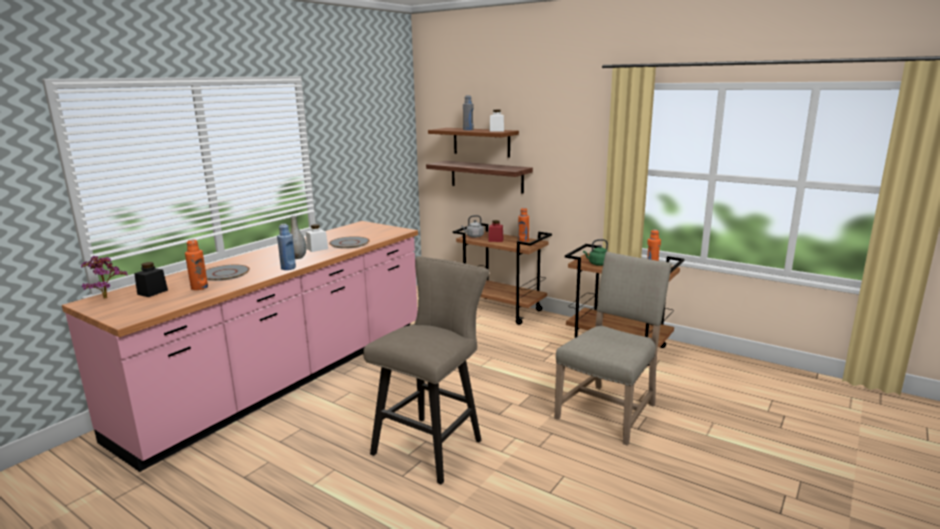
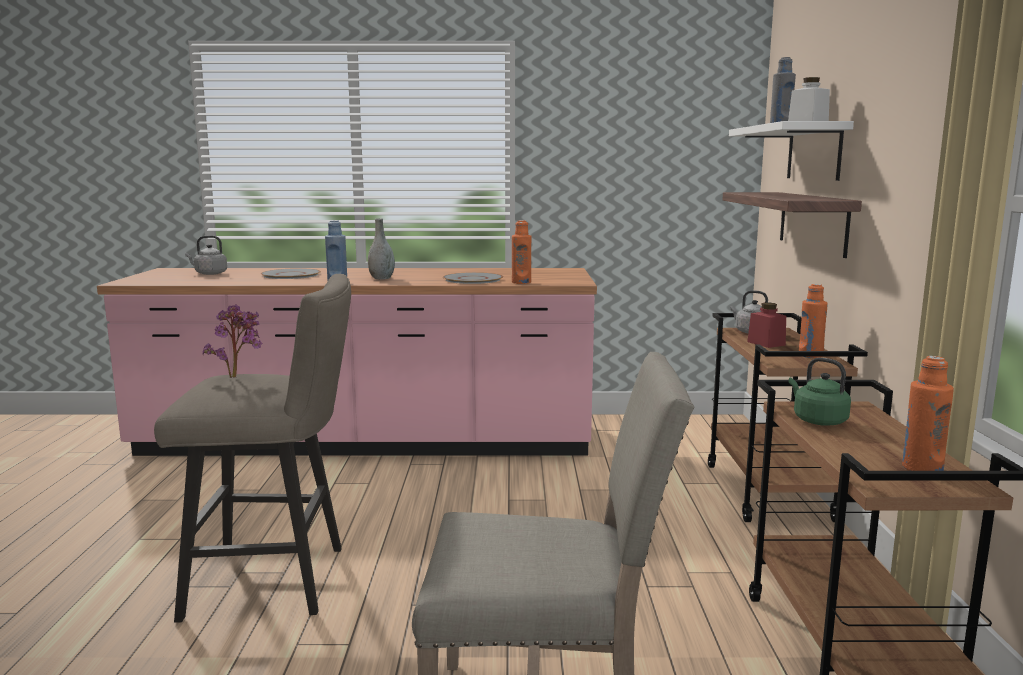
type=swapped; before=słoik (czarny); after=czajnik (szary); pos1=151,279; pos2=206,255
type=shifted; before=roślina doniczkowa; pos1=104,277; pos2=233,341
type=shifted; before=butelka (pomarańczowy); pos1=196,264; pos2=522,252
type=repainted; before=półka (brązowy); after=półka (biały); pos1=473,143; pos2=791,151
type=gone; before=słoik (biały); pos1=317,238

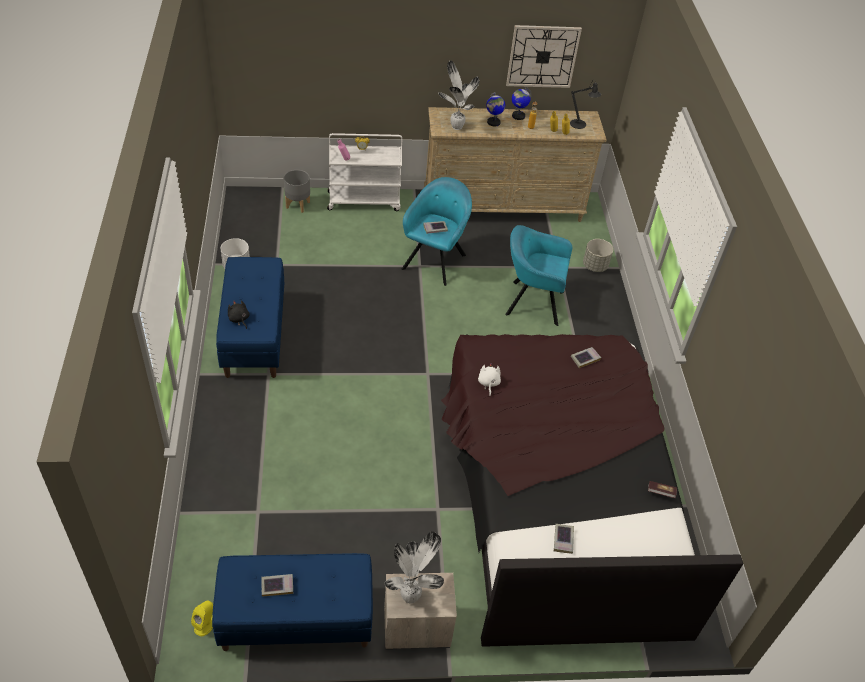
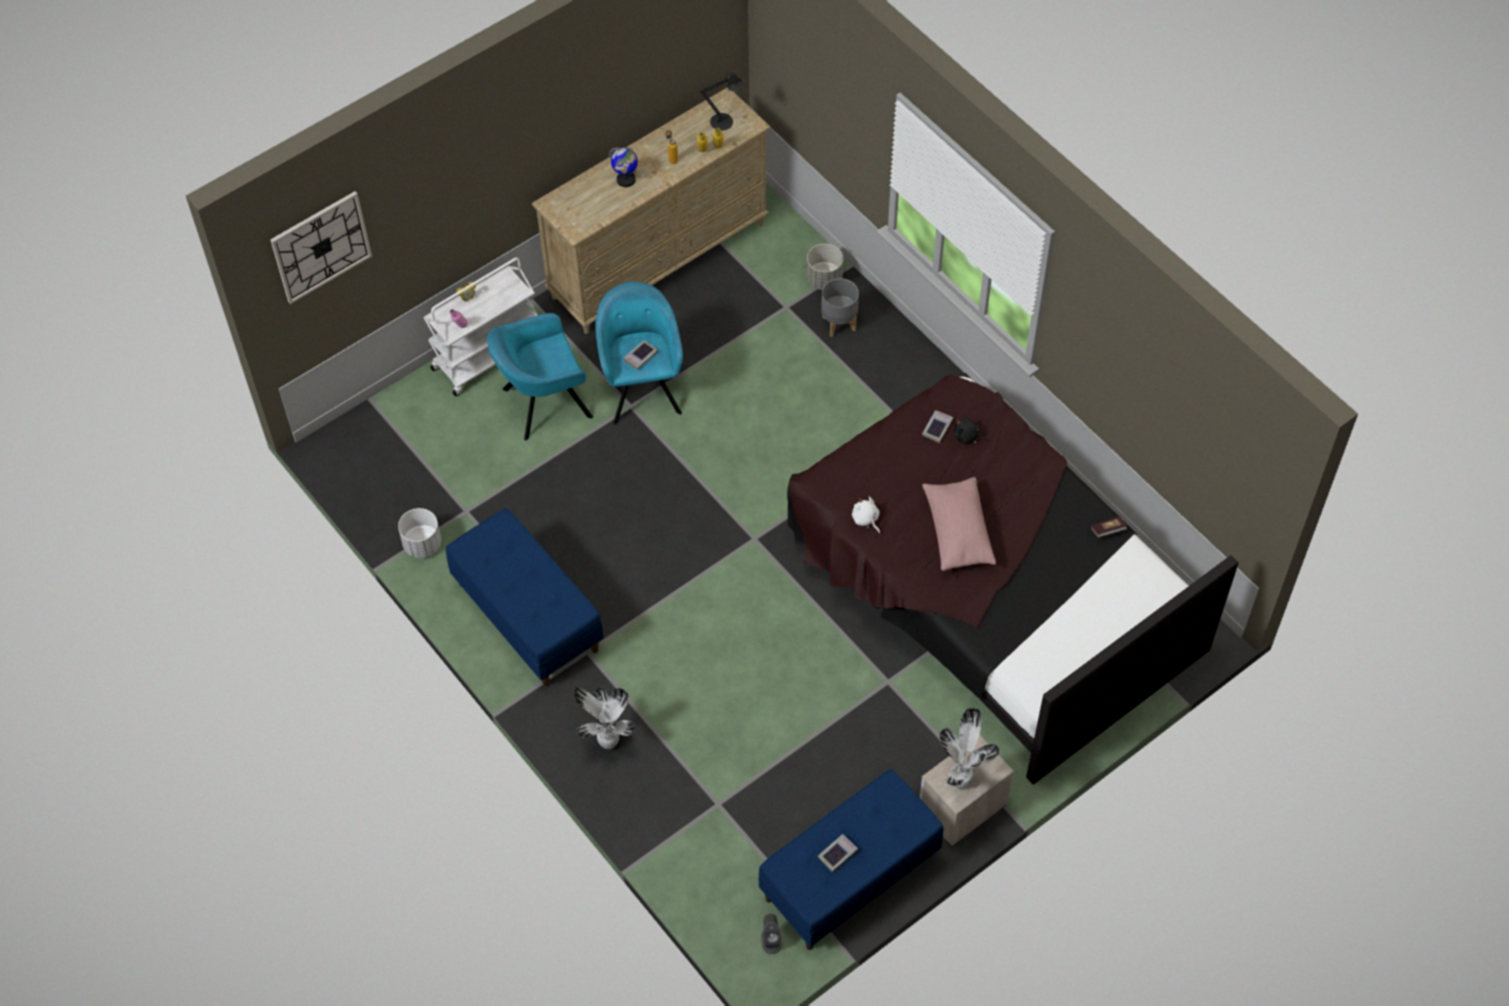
type=shifted; before=zegar ścienny; pos1=544,56; pos2=321,247
type=shifted; before=fotel (turkusowy); pos1=538,275; pos2=540,377
type=shifted; before=roślina doniczkowa; pos1=459,95; pos2=604,718
type=repainted; before=głośnik (żółty); after=głośnik (szary); pos1=202,618; pos2=771,934
type=shifted; before=donica (szary); pos1=297,191; pos2=840,307
type=new; after=poduszka (różowy); pos2=959,524
type=shifted; before=pluszak (czarny); pos1=239,314; pos2=971,429
type=gone; before=globus; pos1=522,103
type=gone; before=książka; pos1=564,539

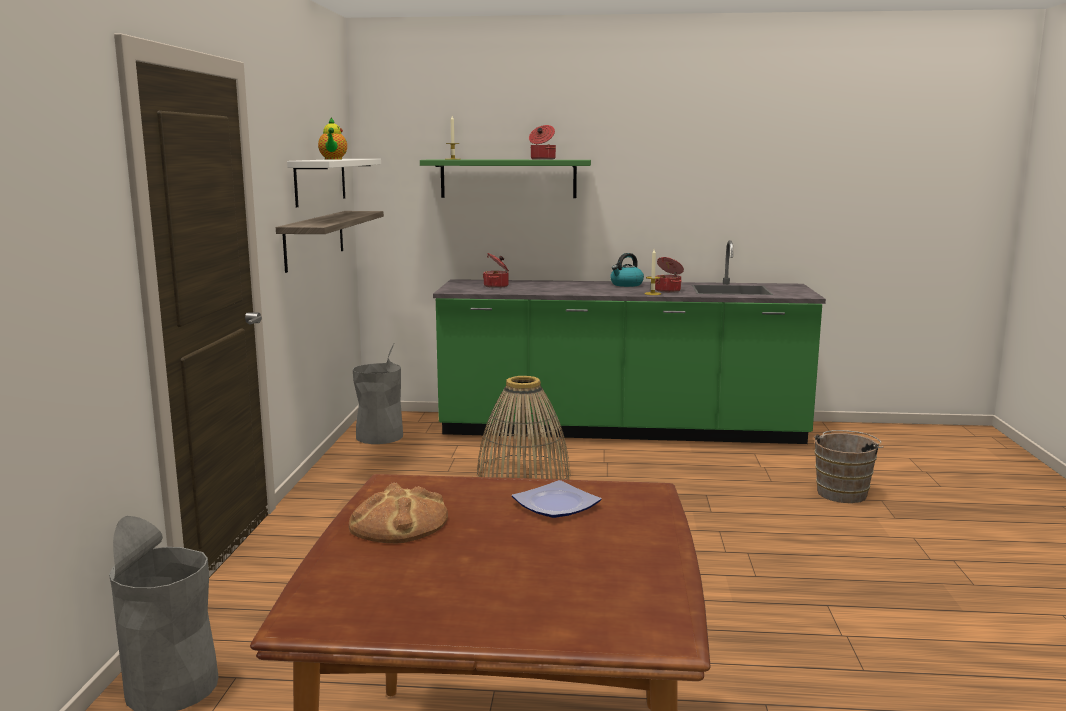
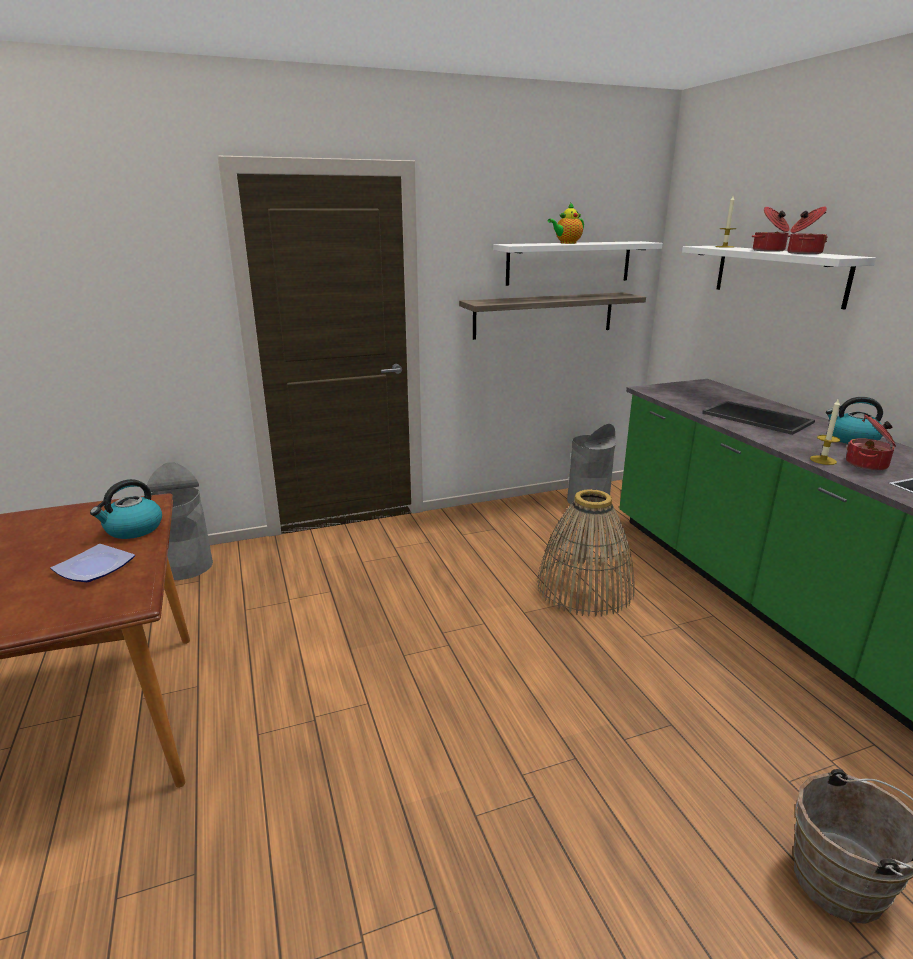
type=new; after=czajnik; pos2=126,509
type=repainted; before=półka (zielony); after=półka (biały); pos1=505,179; pos2=779,278
type=new; after=taca; pos2=758,418
type=shifted; before=garnek; pos1=496,270; pos2=771,229
type=gone; before=chleb; pos1=398,513

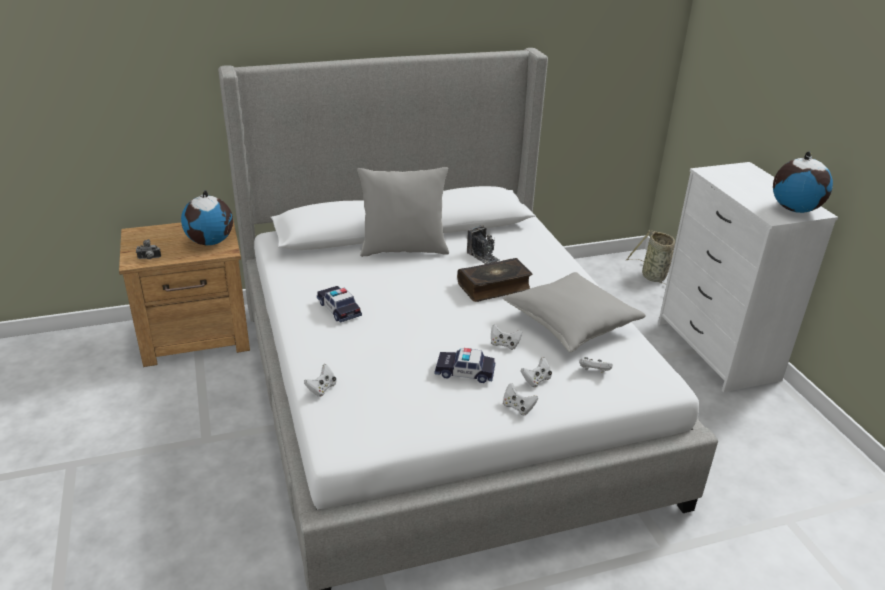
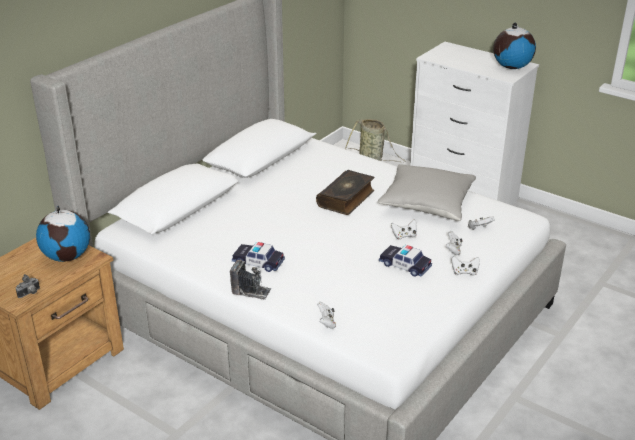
type=shifted; before=aparat fotograficzny; pos1=483,244; pos2=250,280
type=rotated; before=samochodzik; pos1=465,365; pos2=405,261; turn=60
type=gone; before=poduszka (szary); pos1=403,212

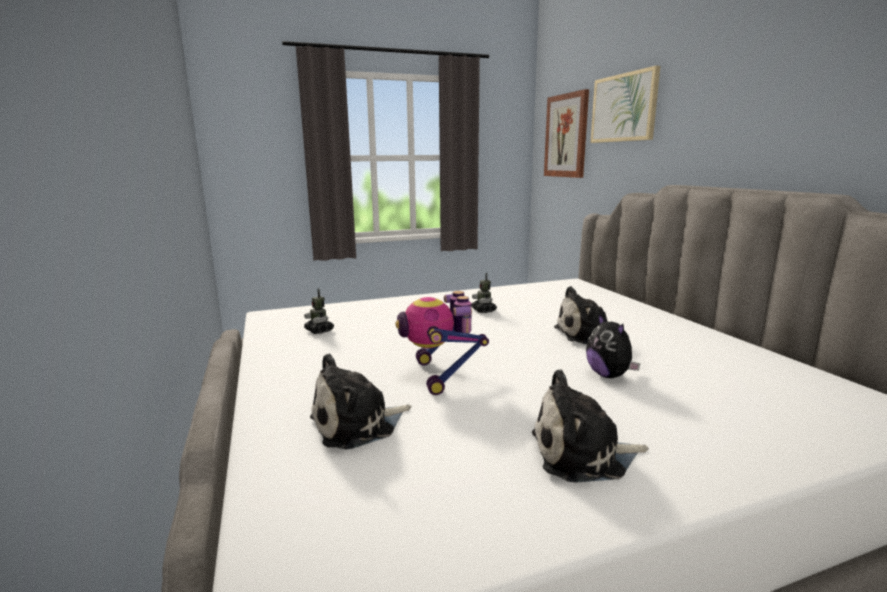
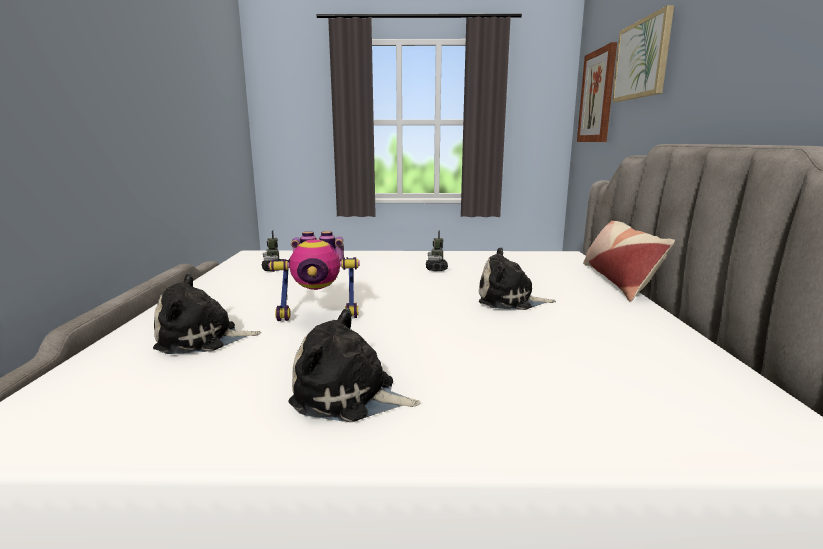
type=rotated; before=robot zabawkowy; pos1=442,343; pos2=314,276; turn=-105
type=new; after=poduszka; pos2=629,261
type=gone; before=pluszak; pos1=613,346

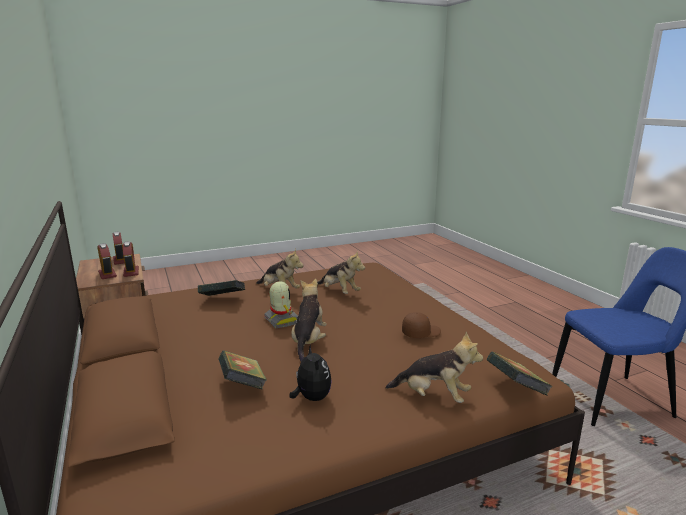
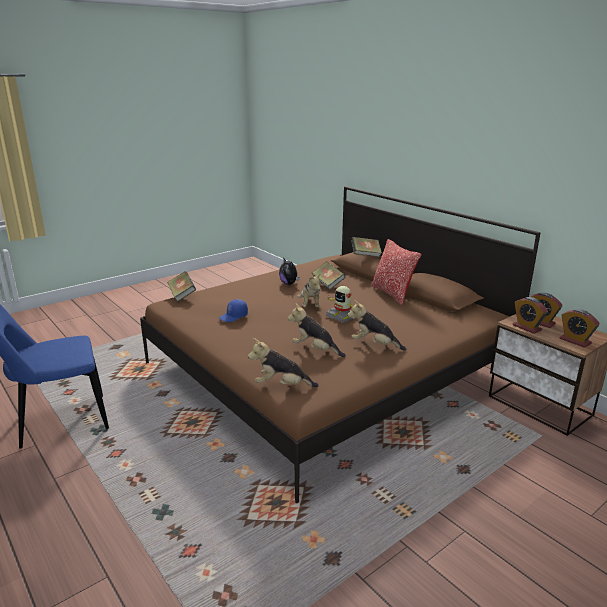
type=repainted; before=czapka z daszkiem (brązowy); after=czapka z daszkiem (niebieski); pos1=421,325; pos2=233,310
type=shifted; before=pluszak; pos1=434,367; pos2=283,362
type=shifted; before=książka; pos1=221,288; pos2=366,247
type=new; after=poduszka; pos2=396,272

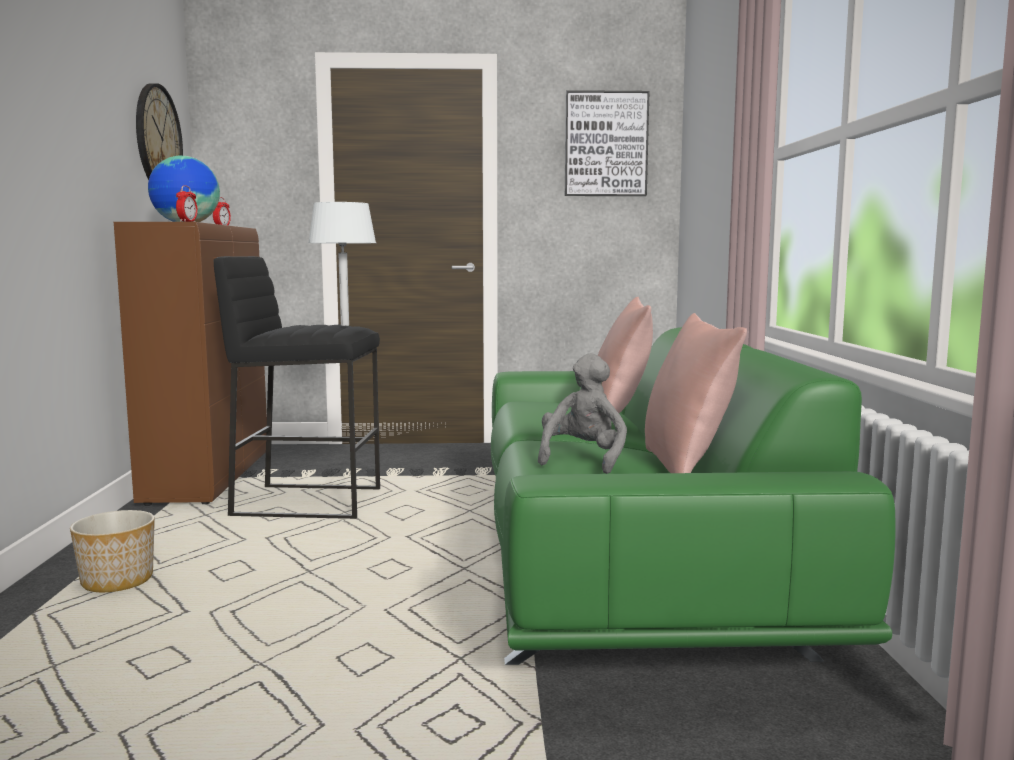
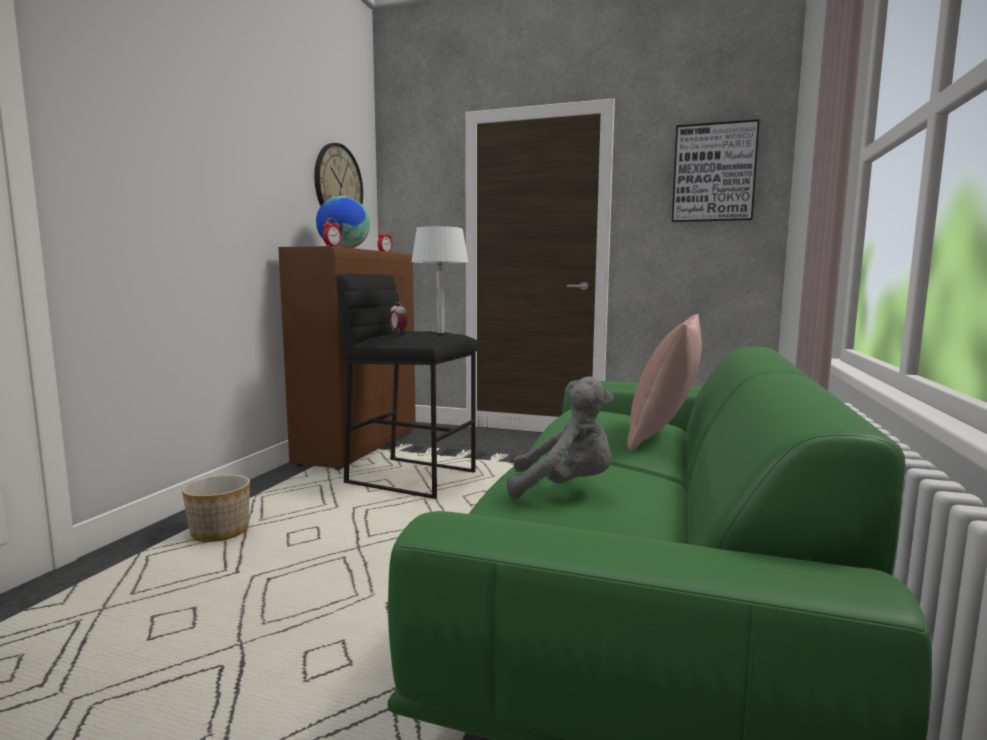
type=new; after=budzik; pos2=398,317
type=rotated; before=pluszak (szary); pos1=582,413; pos2=560,437; turn=60
type=gone; before=poduszka (różowy); pos1=696,393

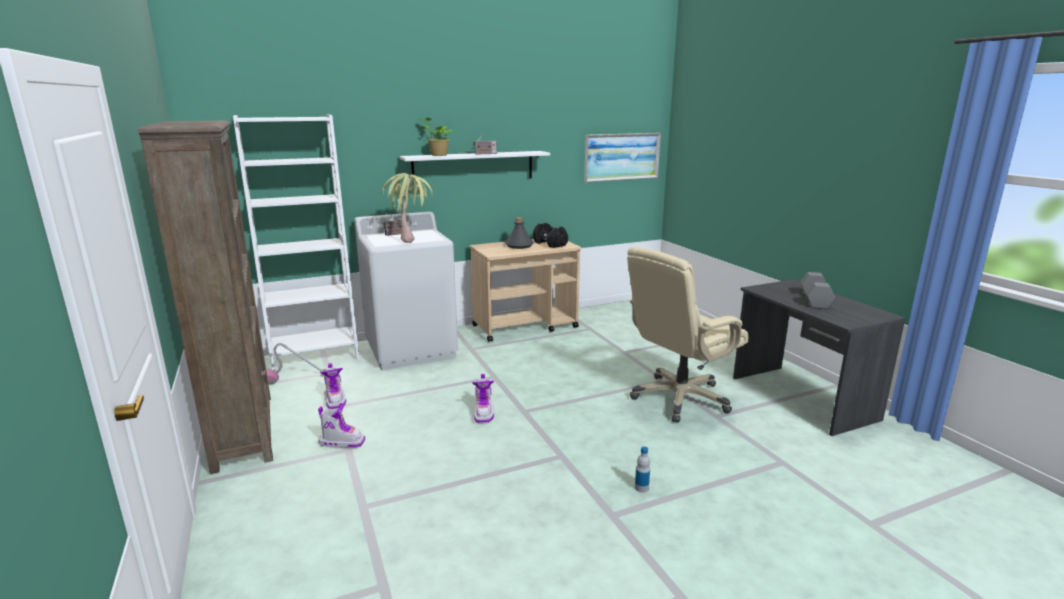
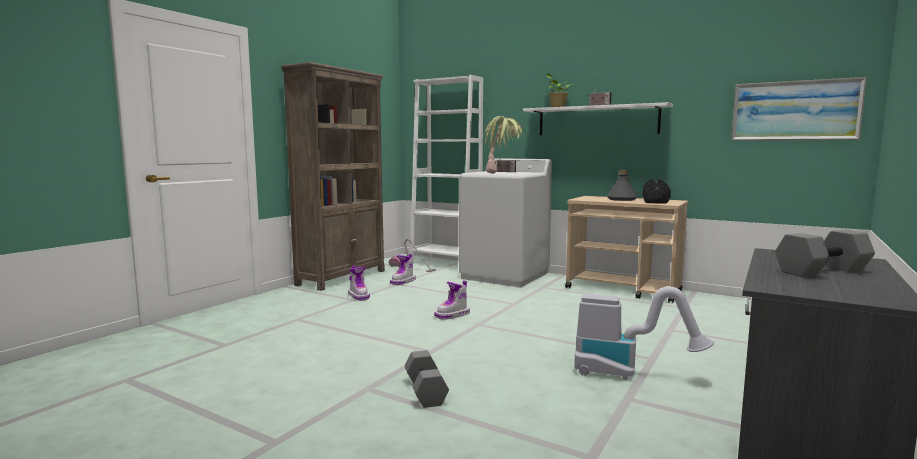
type=swapped; before=butelka; after=hantel (szary); pos1=642,469; pos2=427,379
type=swapped; before=krzesło biurowe (beżowy); after=odkurzacz; pos1=688,334; pos2=644,333

